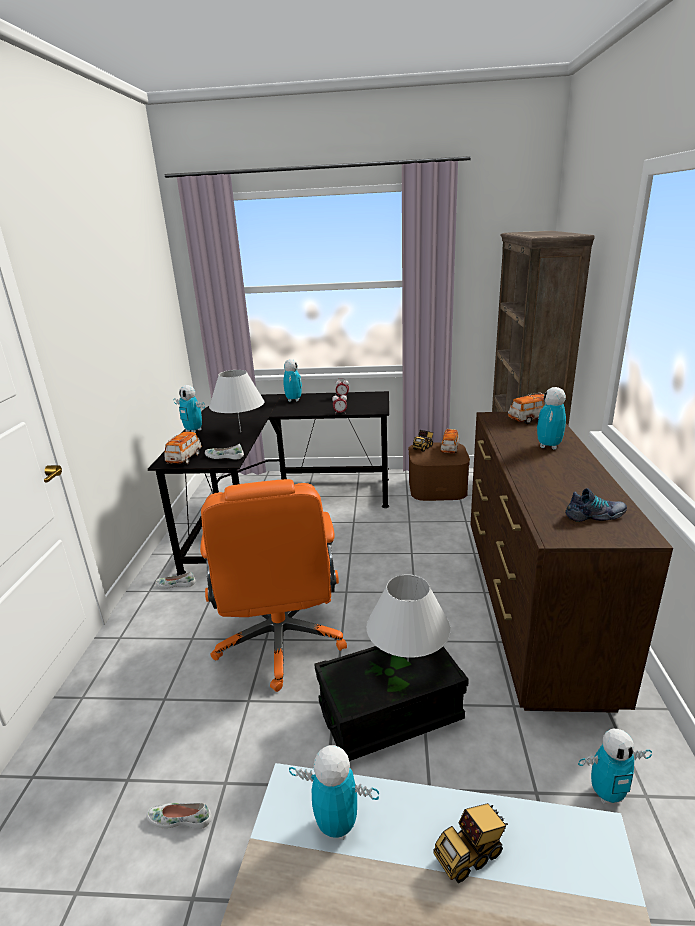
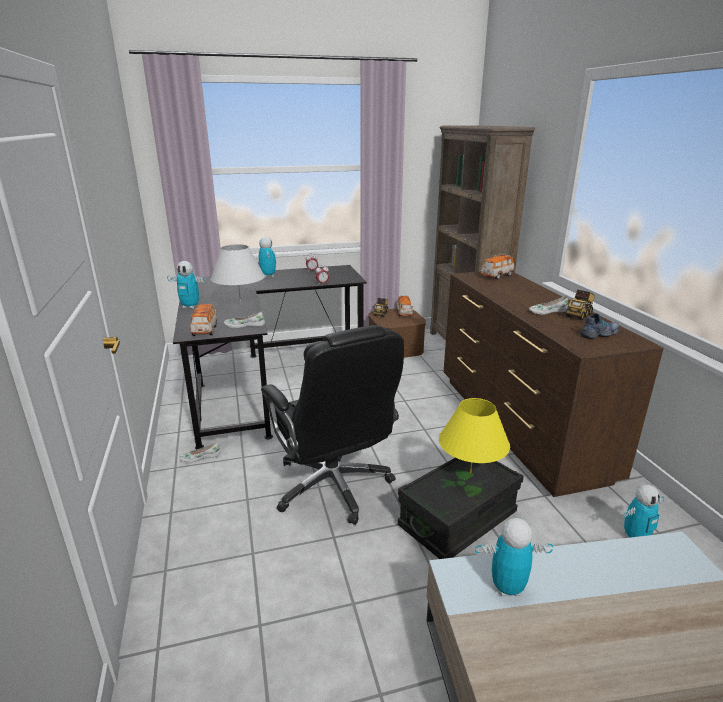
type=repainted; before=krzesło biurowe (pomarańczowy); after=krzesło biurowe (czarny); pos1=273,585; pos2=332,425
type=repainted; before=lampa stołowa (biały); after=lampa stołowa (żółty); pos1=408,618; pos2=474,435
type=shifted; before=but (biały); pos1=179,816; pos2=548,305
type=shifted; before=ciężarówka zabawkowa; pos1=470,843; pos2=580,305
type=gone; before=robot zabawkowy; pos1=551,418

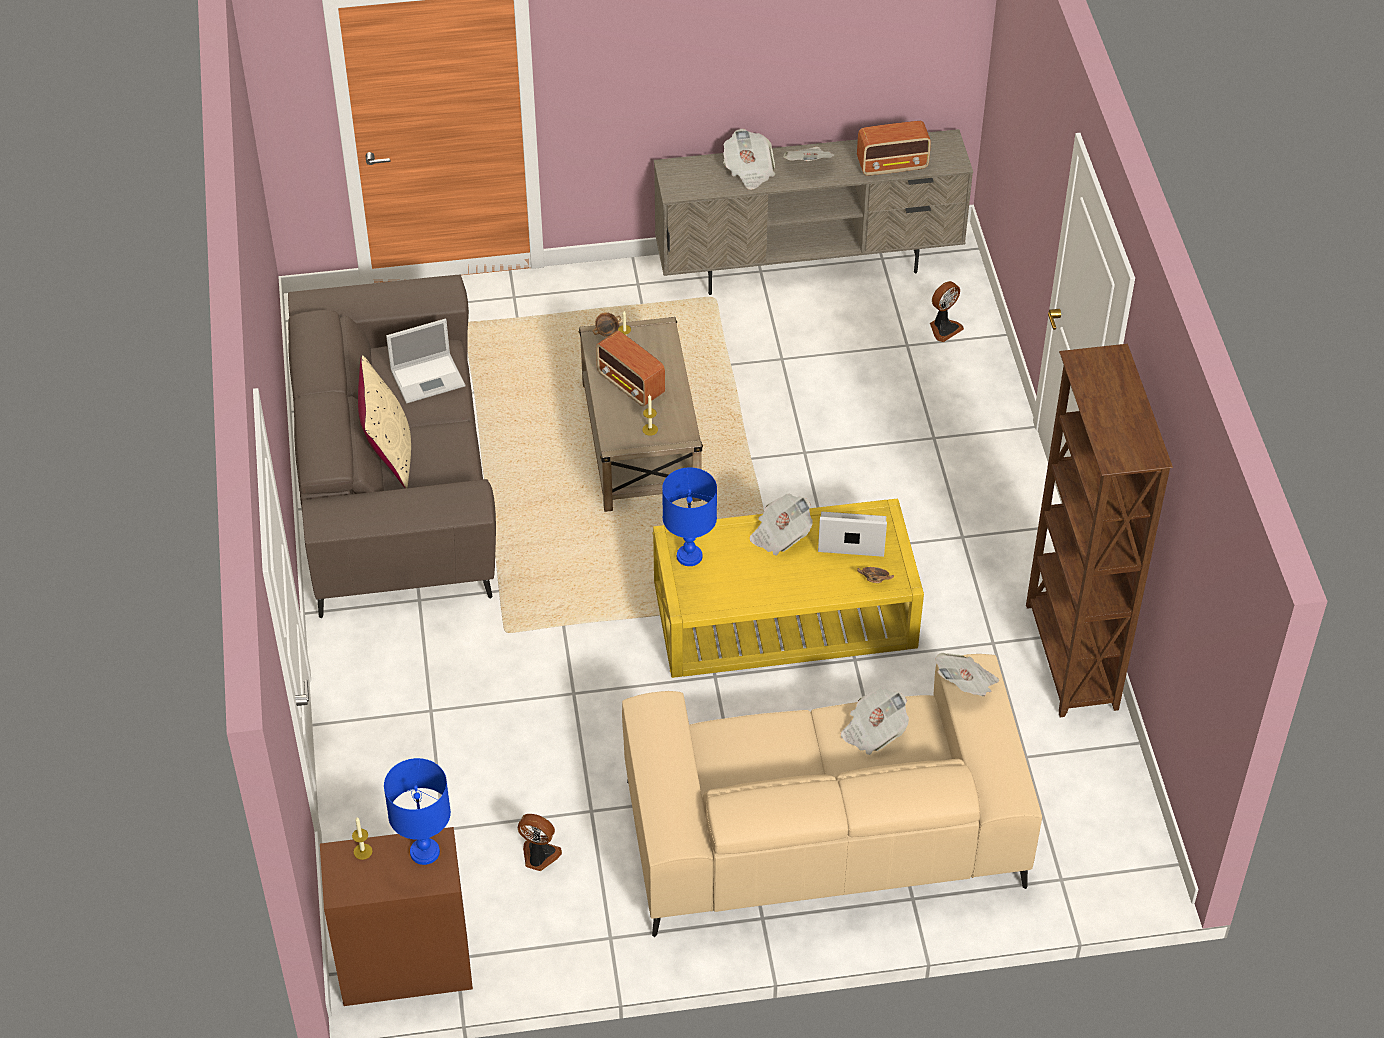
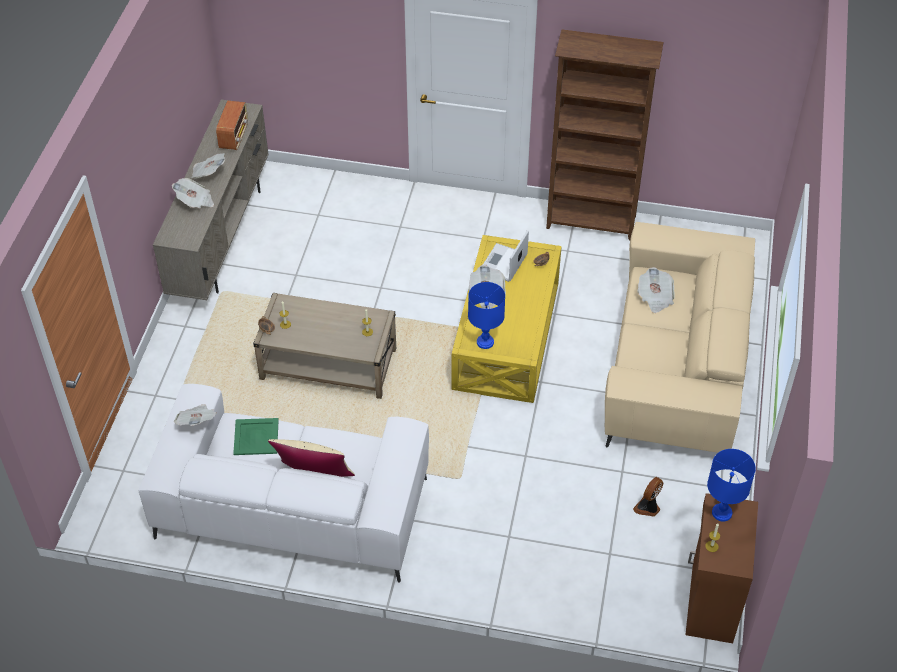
type=repainted; before=kanapa (brązowy); after=kanapa (biały); pos1=392,446; pos2=283,483
type=shifted; before=gazeta; pos1=967,675; pos2=195,415
type=swapped; before=laptop; after=taca (zielony); pos1=426,361; pos2=256,436
type=gone; before=radio; pos1=630,368
type=gone; before=wentylator; pos1=947,311

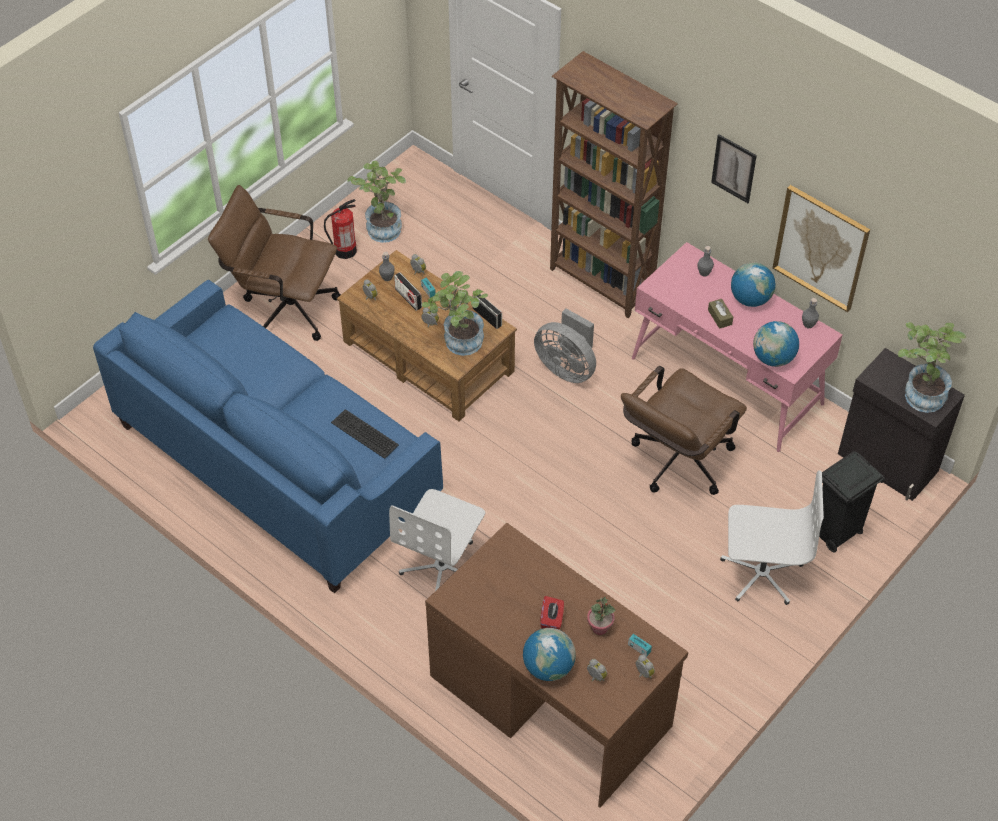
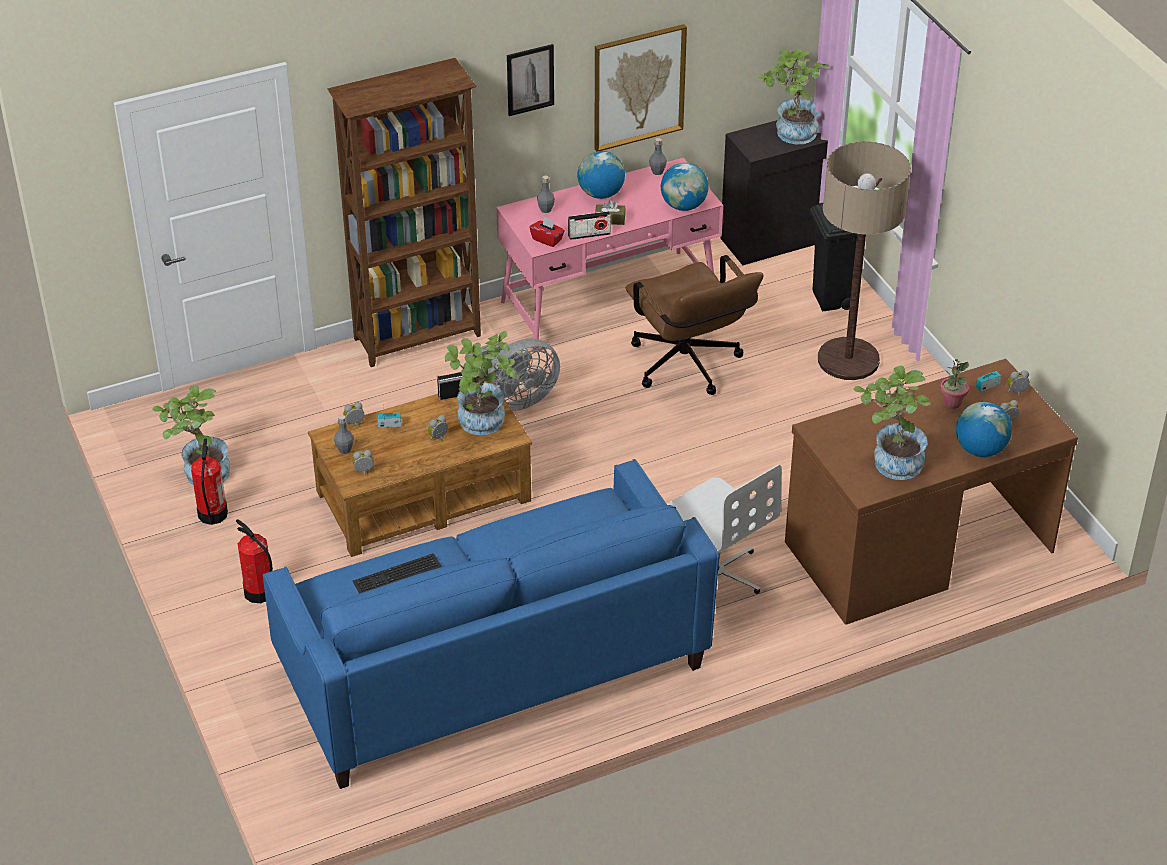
type=swapped; before=krzesło biurowe (brązowy); after=gaśnica; pos1=274,263; pos2=254,561
type=shifted; before=klawiatura; pos1=365,434; pos2=397,573
type=shifted; before=pudełko chusteczek (czerwony); pos1=552,613; pos2=547,232
type=shifted; before=radio; pos1=408,291; pos2=589,225
type=swapped; before=krzesło biurowe (biały); after=lampa stojąca; pos1=772,537; pos2=864,261
type=new; after=roślina doniczkowa; pos2=892,423

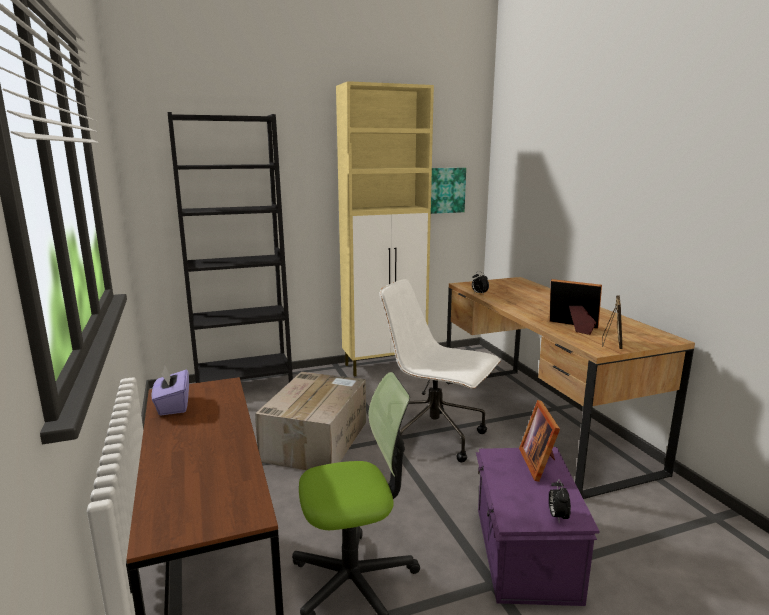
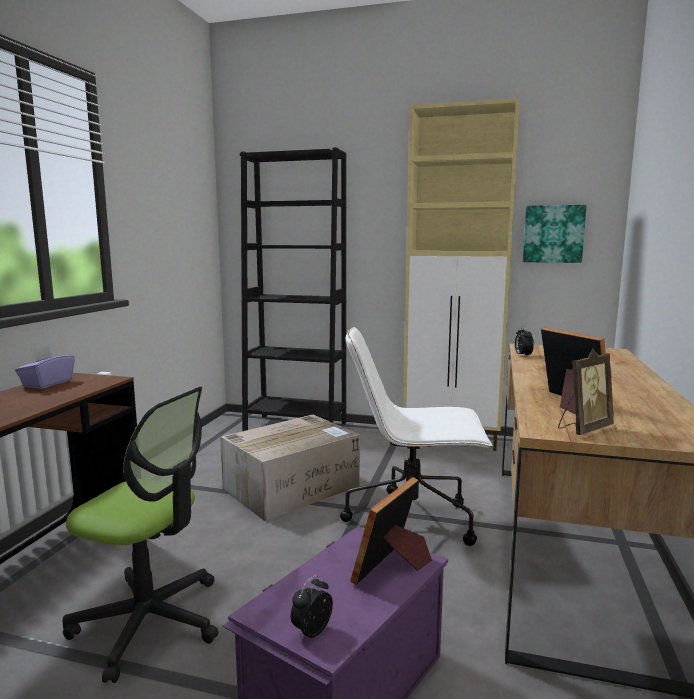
type=rotated; before=krzesło biurowe (biały); pos1=440,370; pos2=416,436; turn=-60

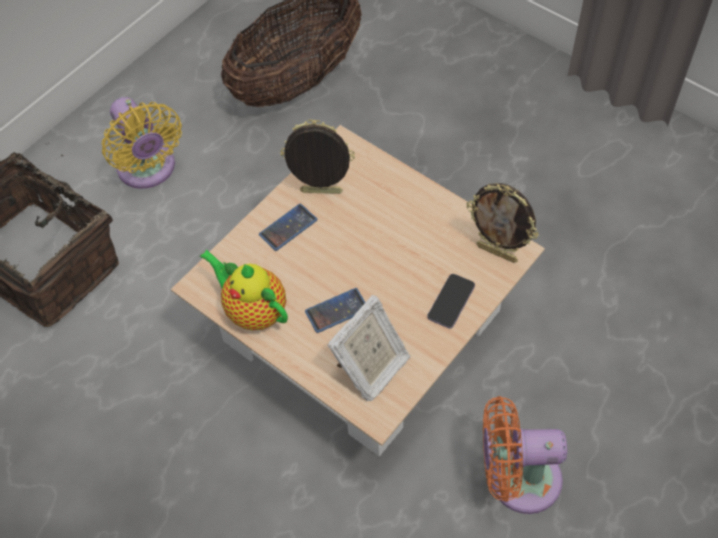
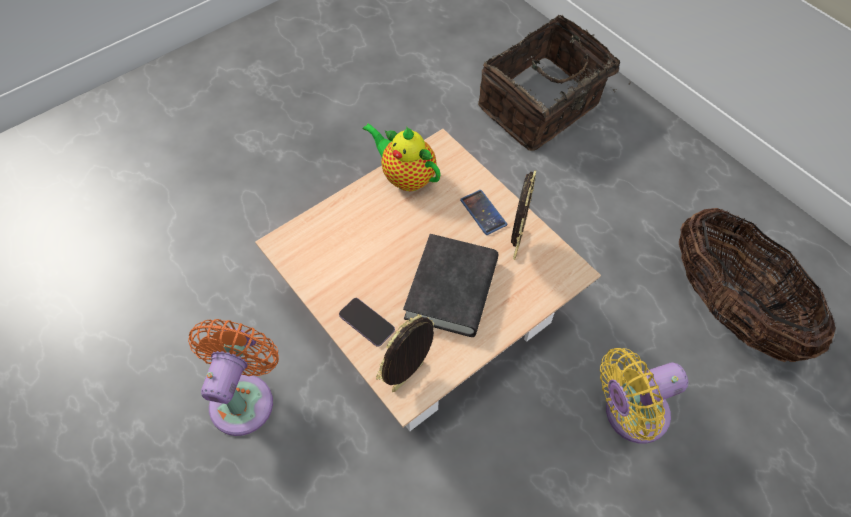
type=rotated; before=imbryk; pos1=244,289; pos2=401,157; turn=-105
type=new; after=książka (czarny); pos2=450,285
type=shifted; before=wentylator (żółty); pos1=142,143; pos2=644,396
type=gone; before=telefon; pos1=335,310
type=gone; before=ramka na zdjęcie; pos1=369,347

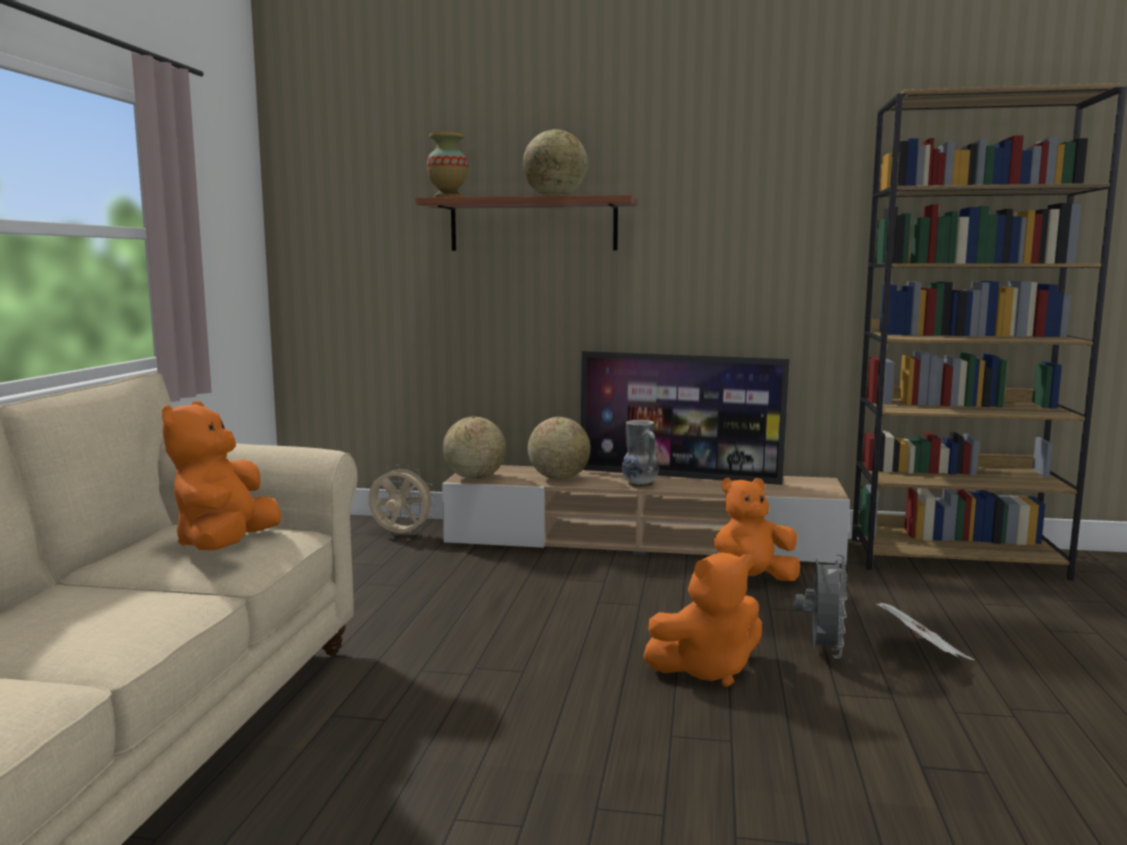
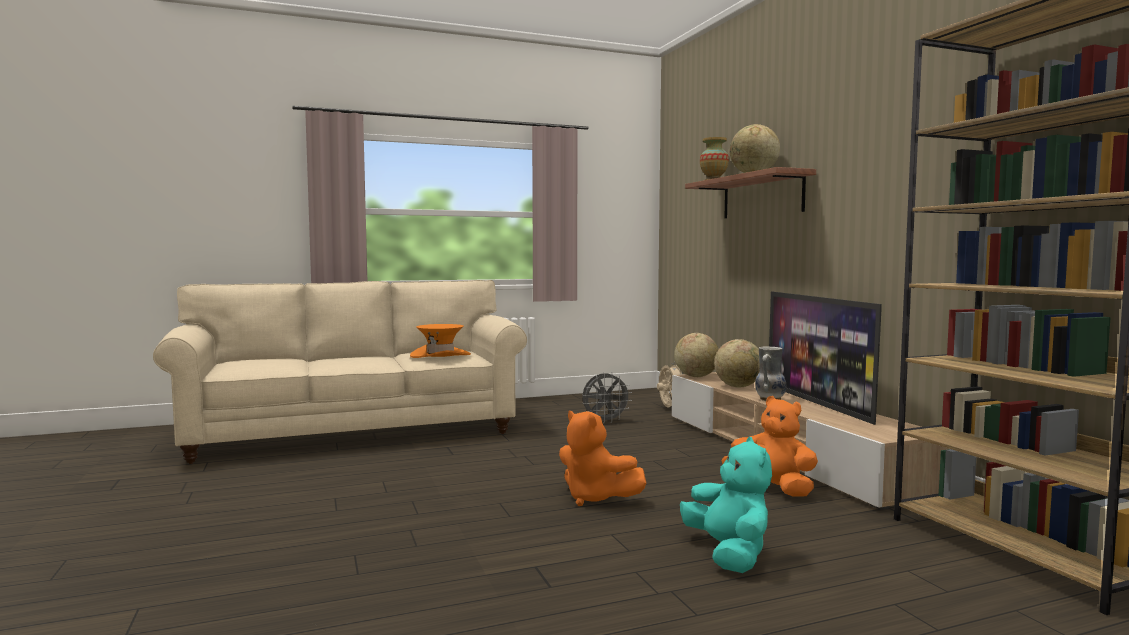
type=swapped; before=pluszak (pomarańczowy); after=kapelusz (pomarańczowy); pos1=221,475; pos2=440,341
type=shifted; before=wentylator (szary); pos1=820,606; pos2=607,397
type=swapped; before=gazeta; after=pluszak (turkusowy); pos1=926,631; pos2=726,505

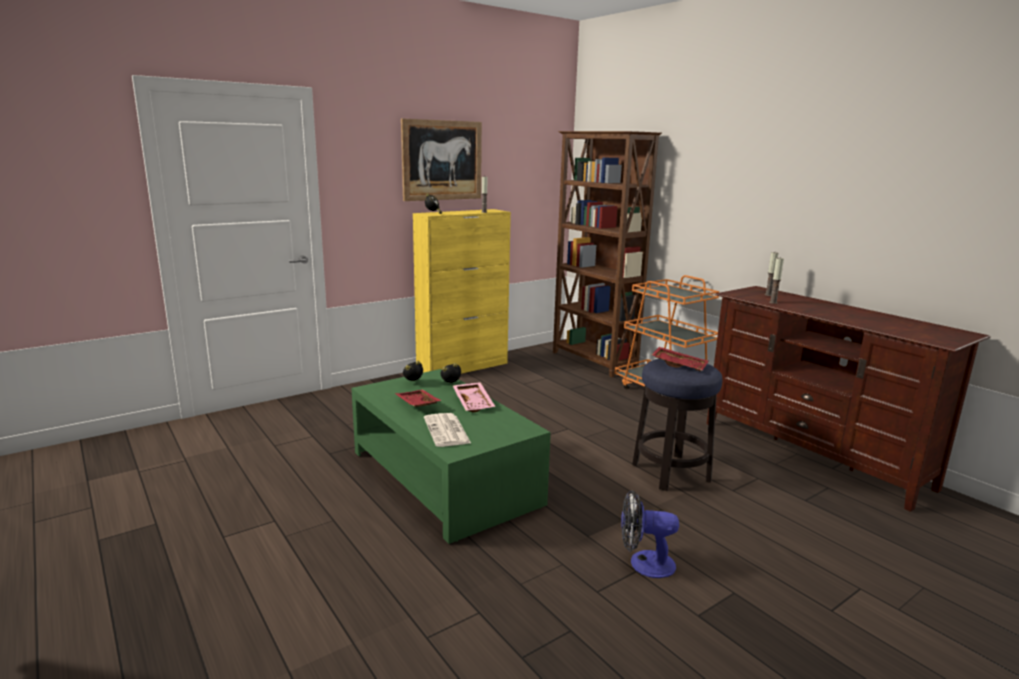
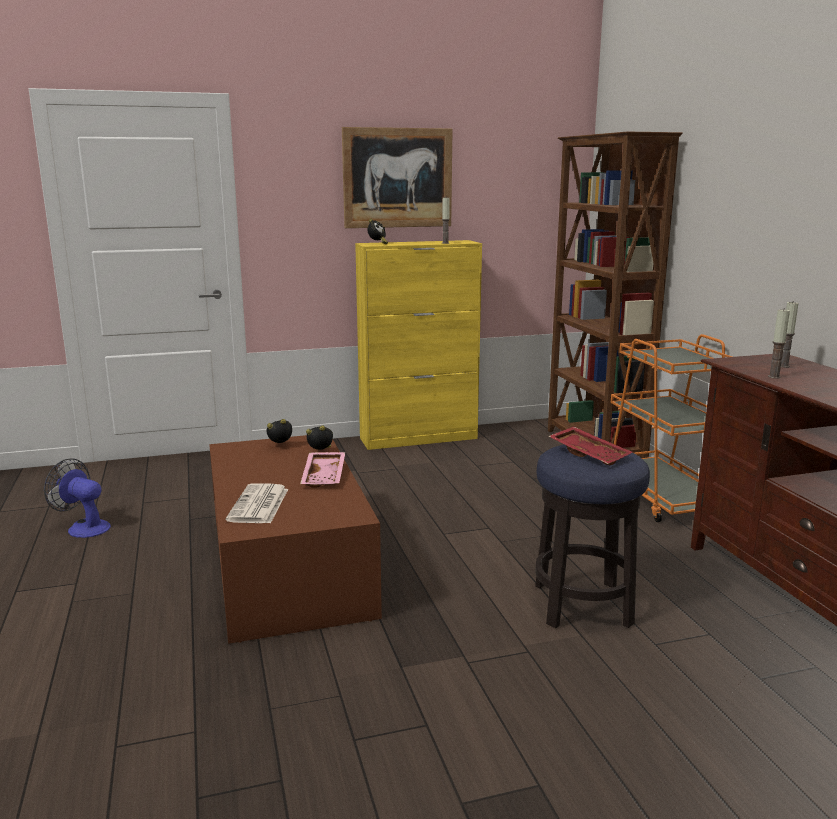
type=shifted; before=wentylator; pos1=650,534; pos2=77,498
type=repainted; before=ława (zielony); after=ława (brązowy); pos1=451,456; pos2=295,539
type=gone; before=taca (czerwony); pos1=418,398

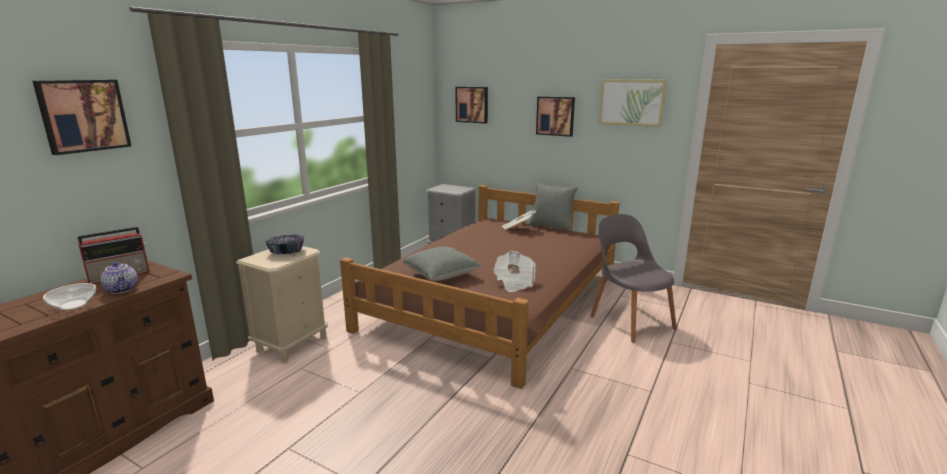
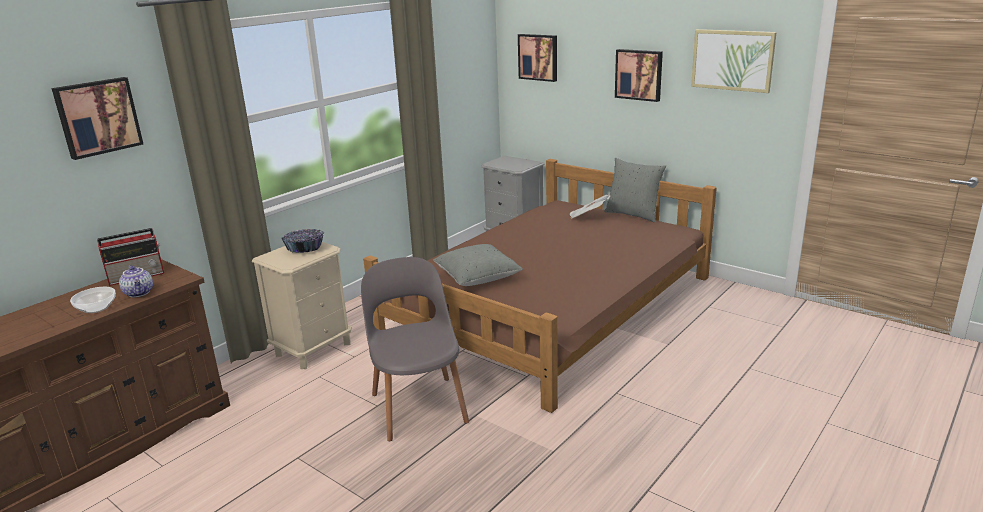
type=shifted; before=krzesło (szary); pos1=633,278; pos2=415,349
type=gone; before=gazeta; pos1=514,271

